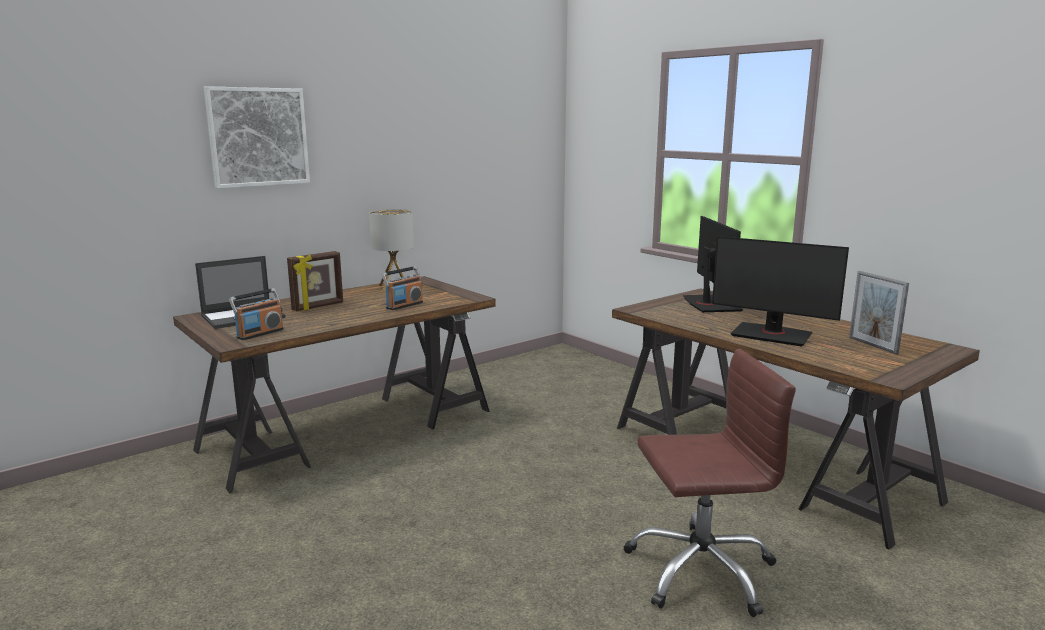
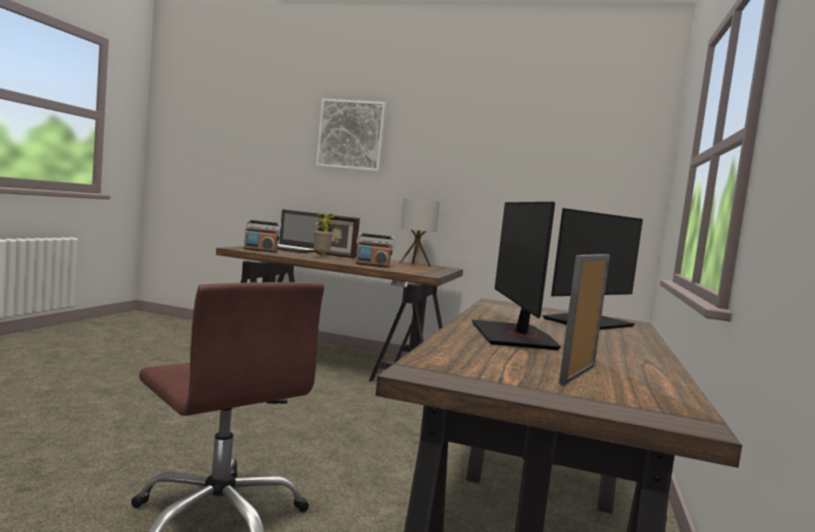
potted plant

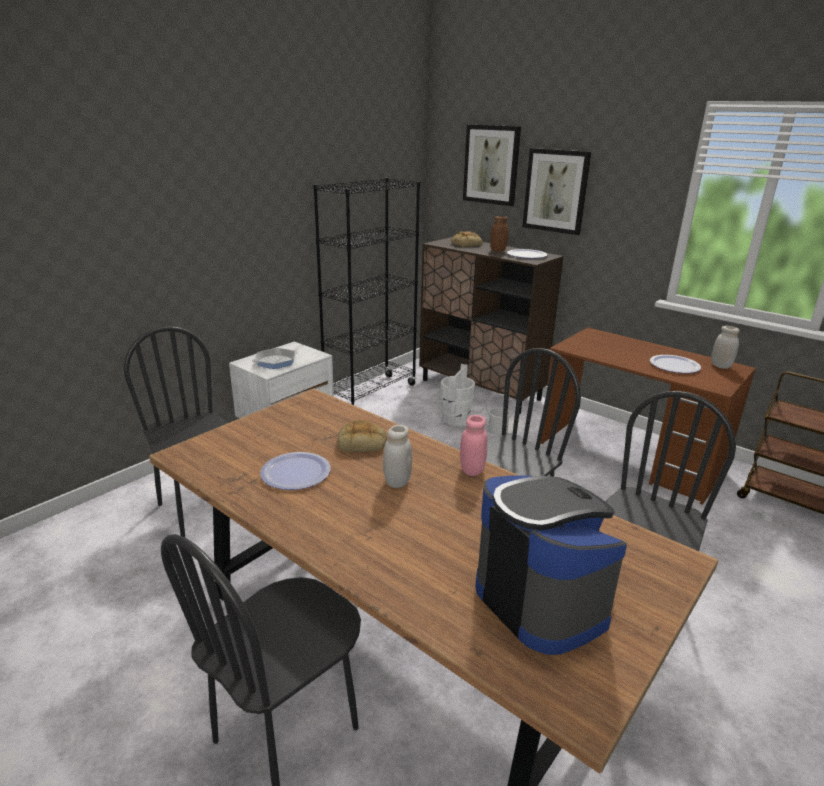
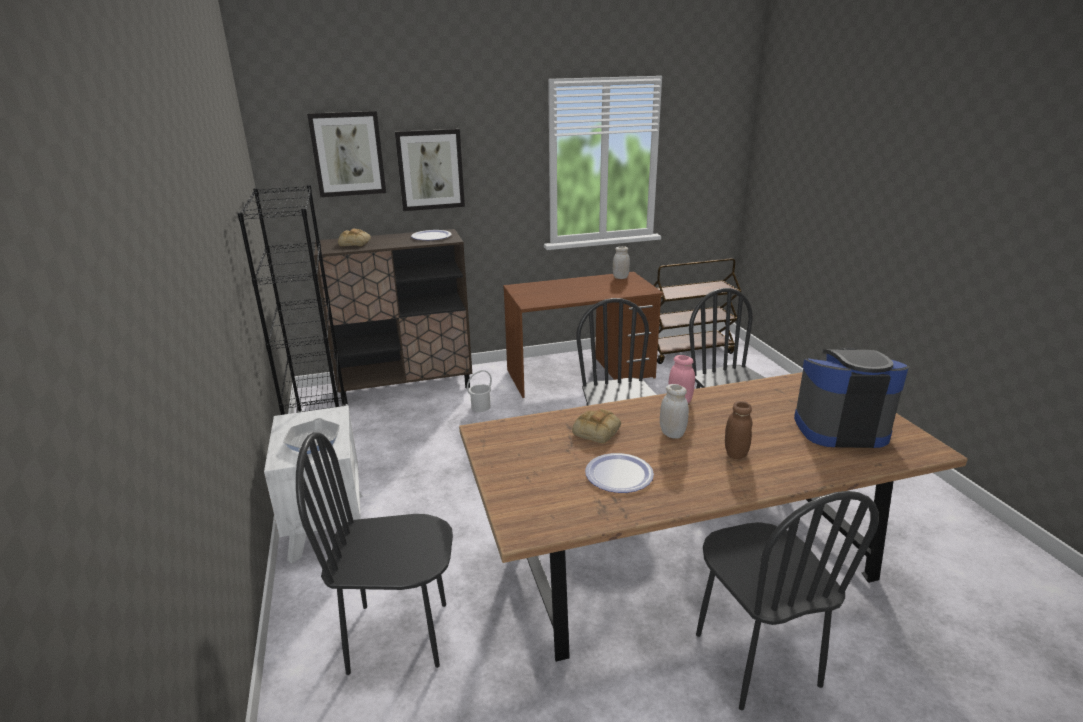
white water bucket (1st from left in the first image)
flat dish (3rd from left in the first image)
brown-coloured preserve jar

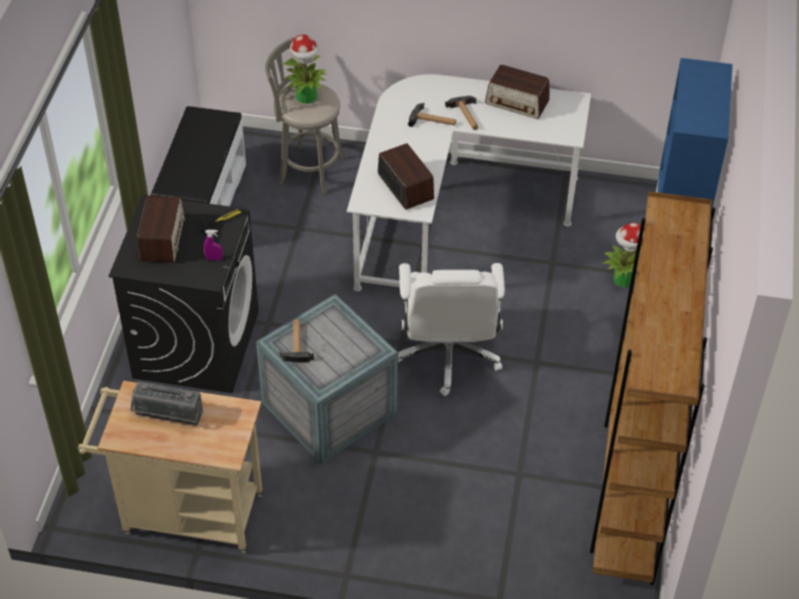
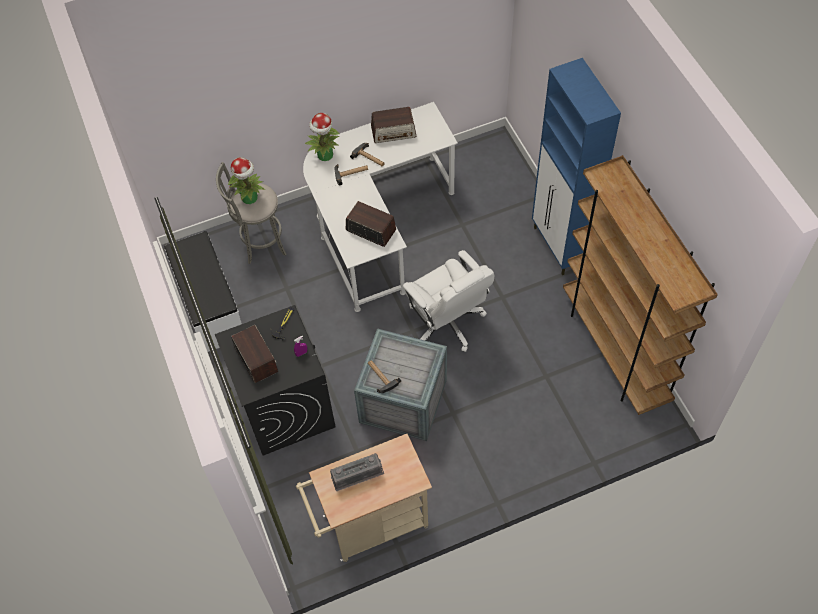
potted plant (2nd from left)

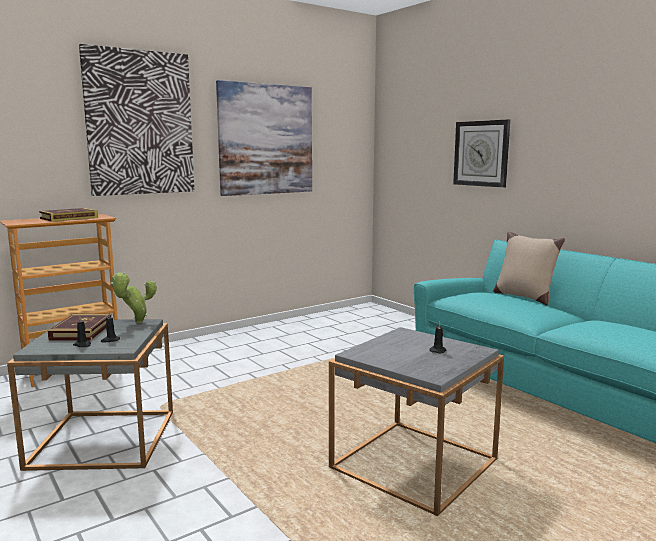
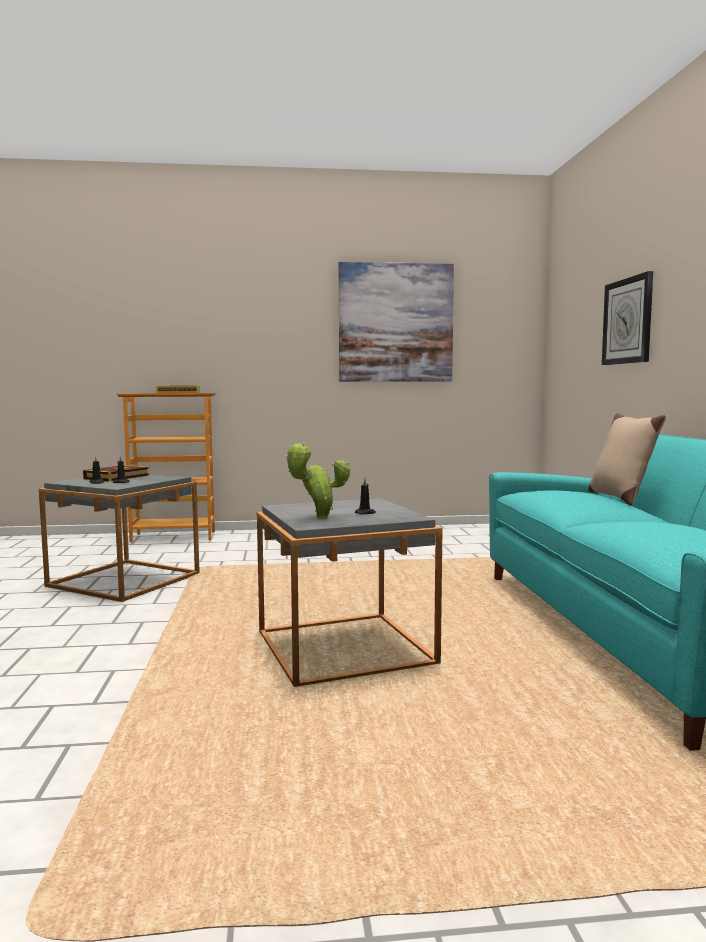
picture (1st from left in the first image)
potted plant

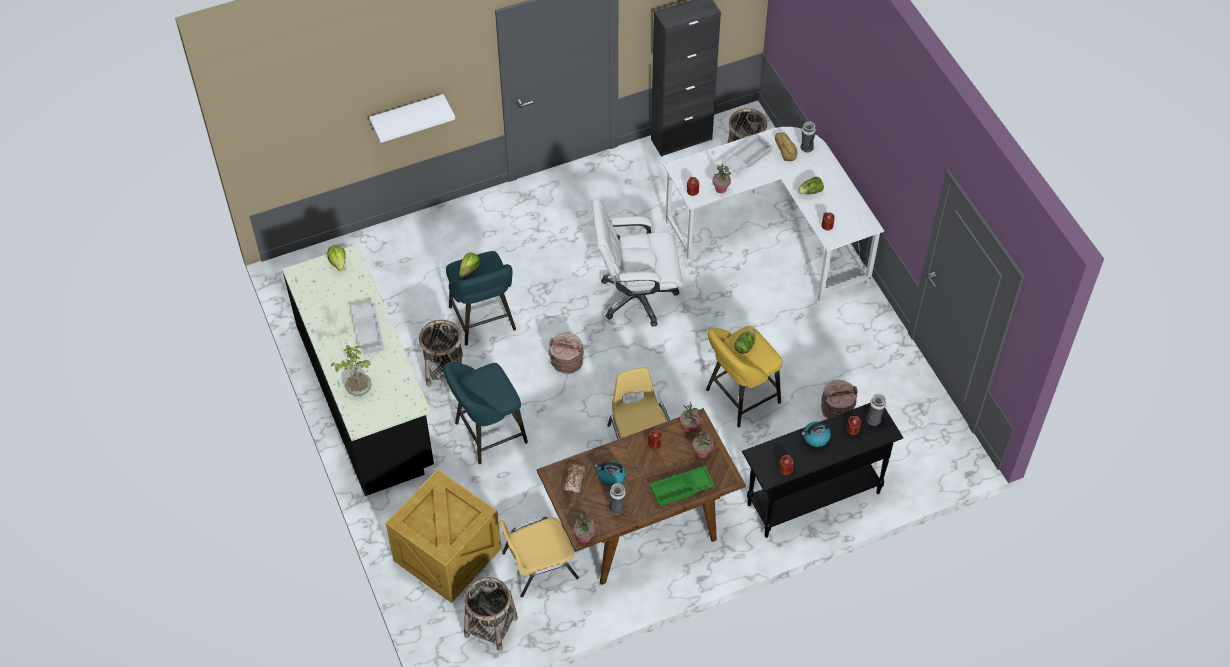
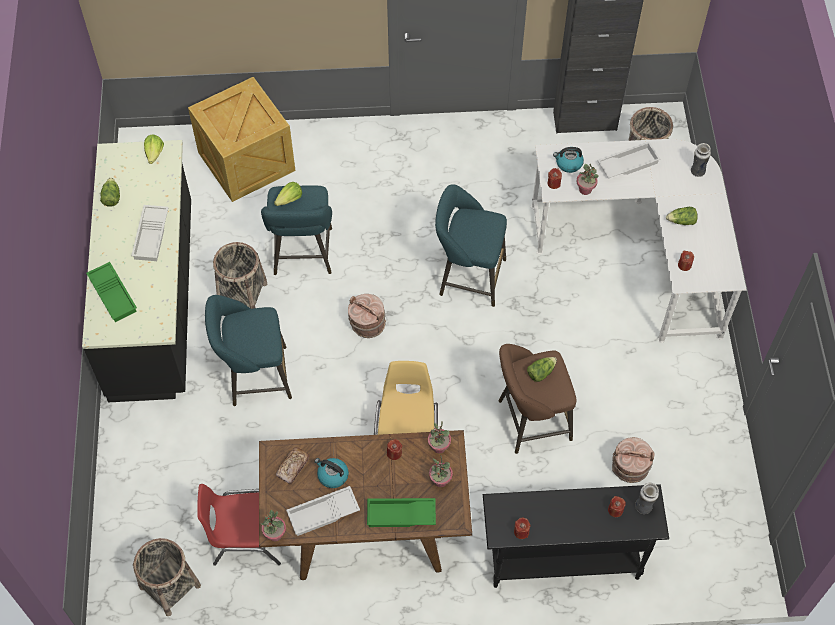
white shelf
bread (2nd from left in the first image)
lettuce (1st from left)
packing crate
kettle (2nd from left)
greenish carrying tray (1st from left)
turquoise-coloured stool seat (3rd from left)
white carrying tray (2nd from left)
red chair
brown-coloured stool seat

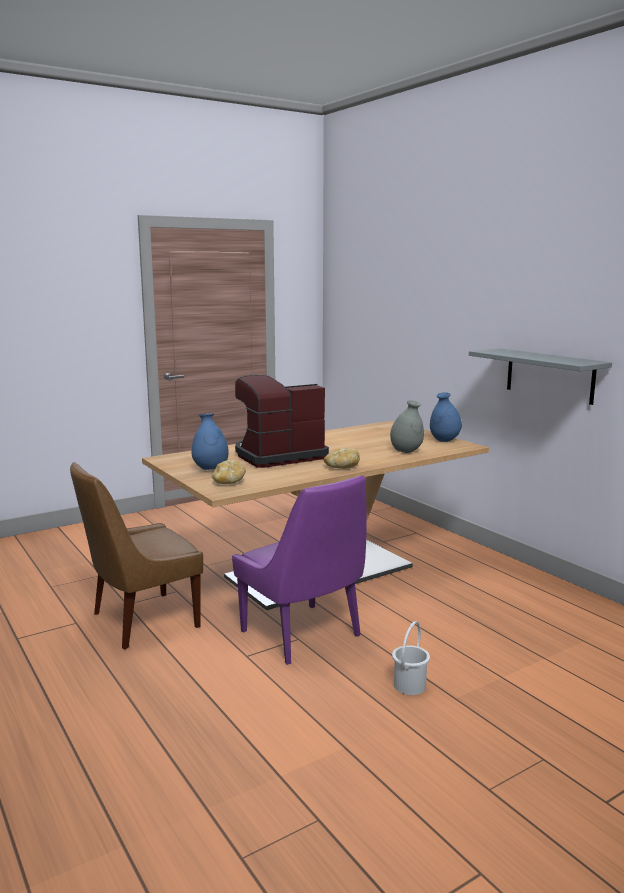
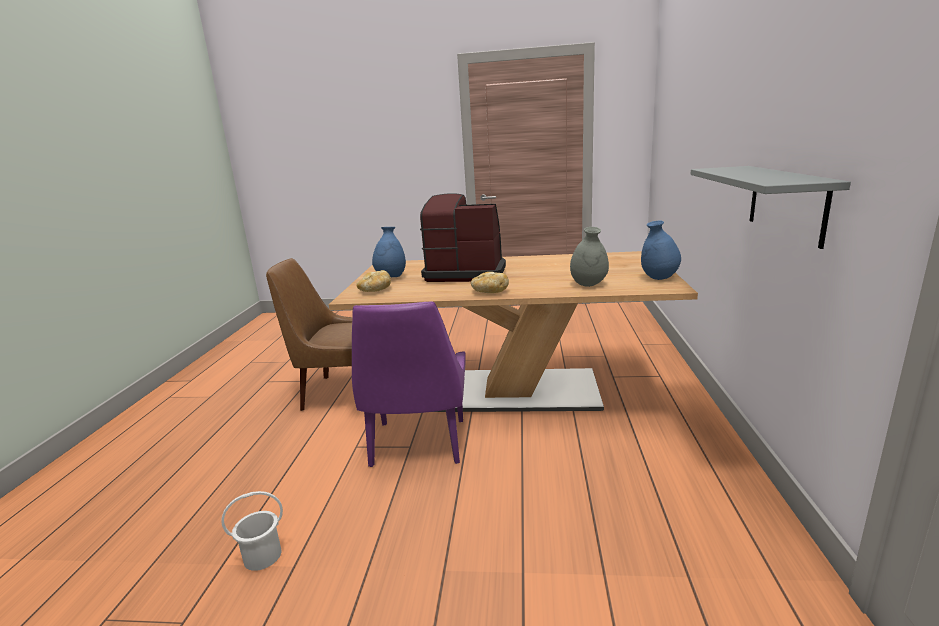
white water bucket

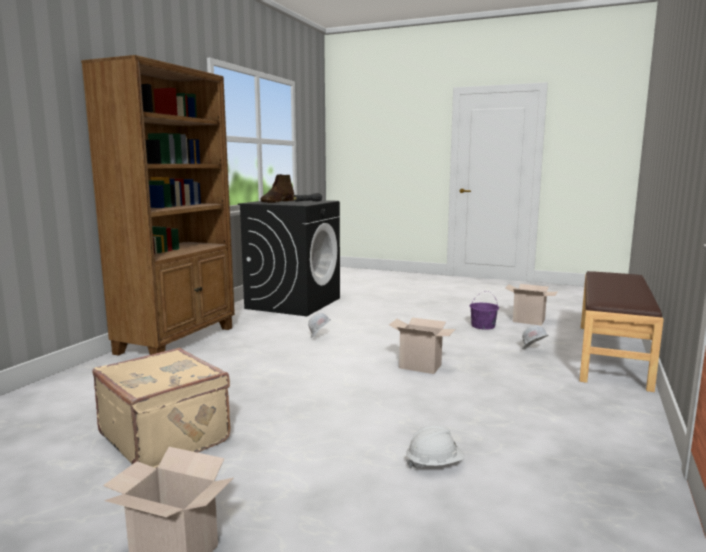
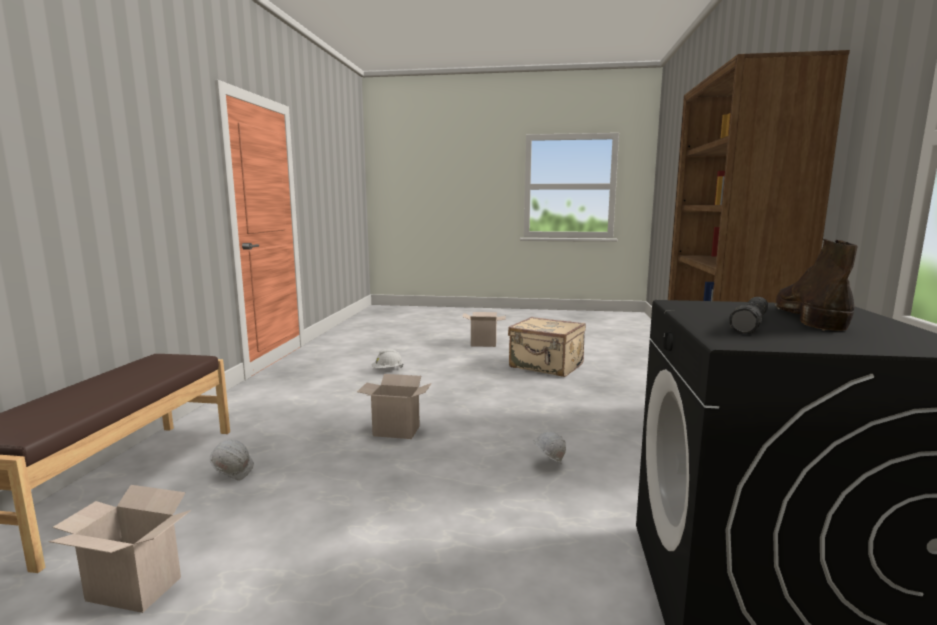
purple water bucket

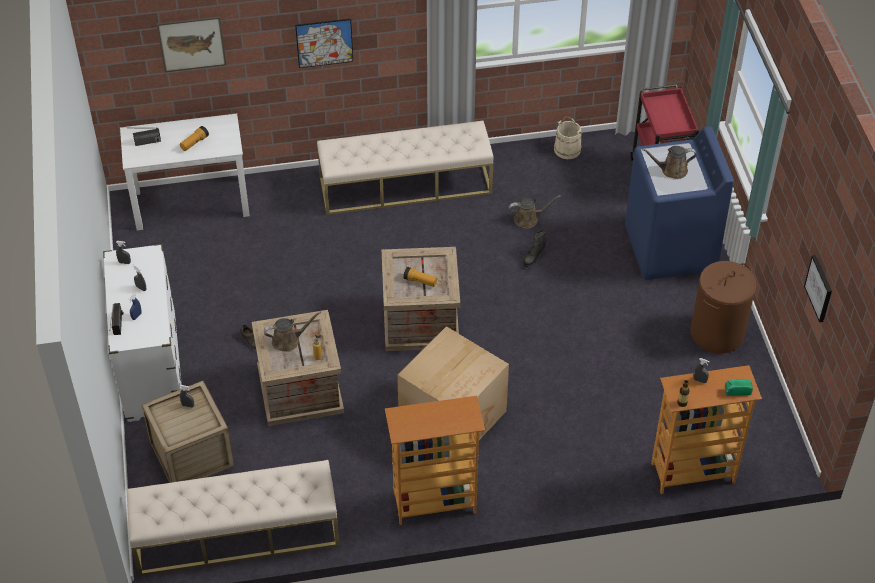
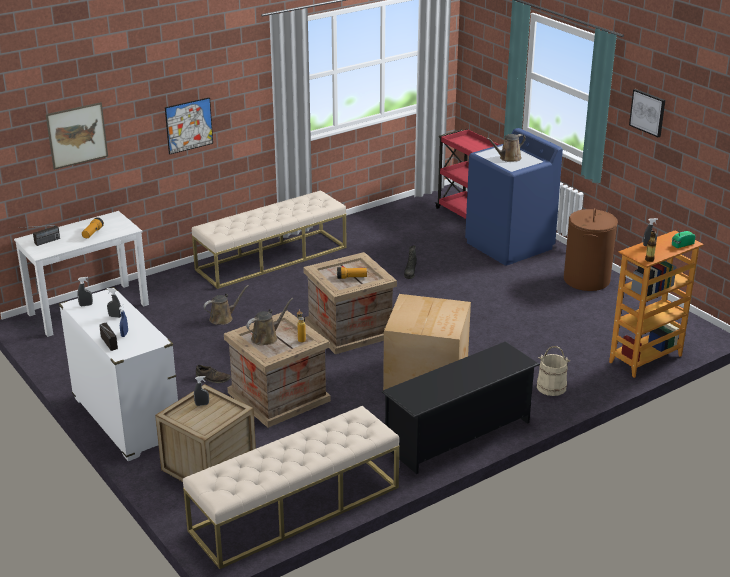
brown-coloured sprinkling can (1st from left)
beige water bucket
picture (3rd from left)
black shoe rack

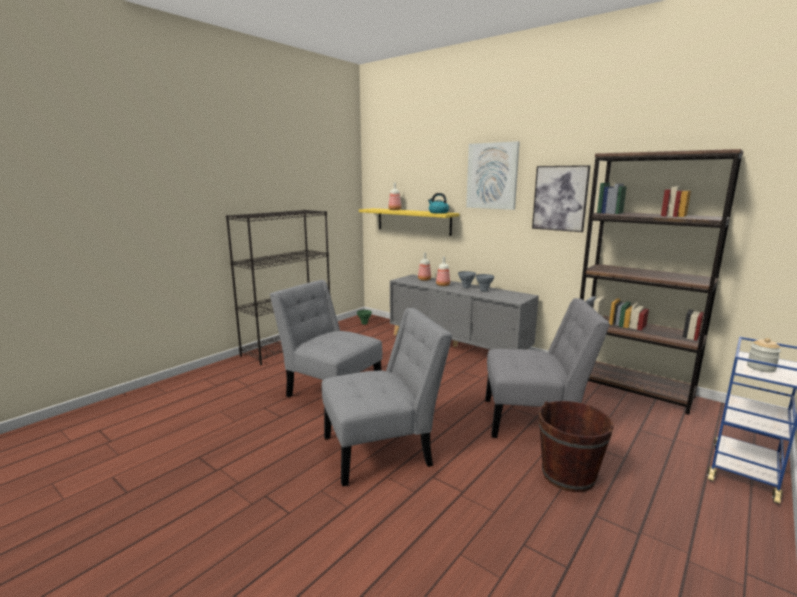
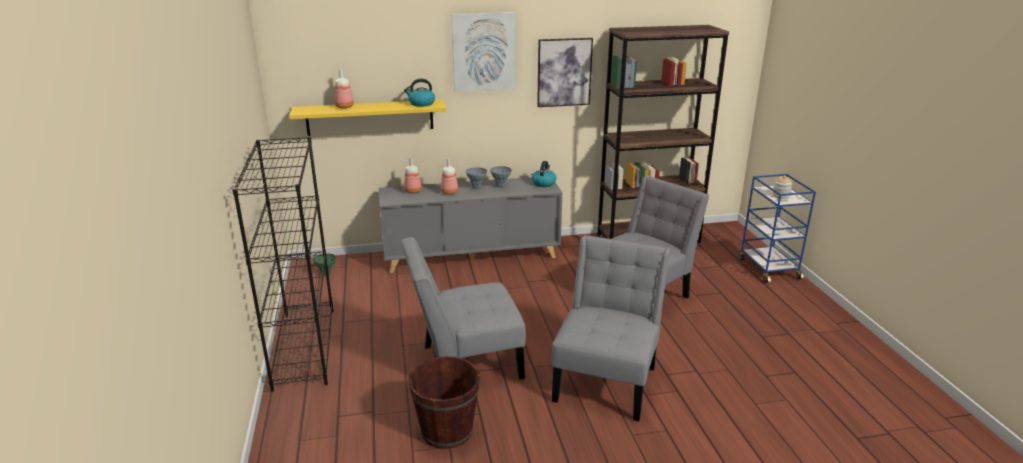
kettle (2nd from left)
brown-coloured water bucket

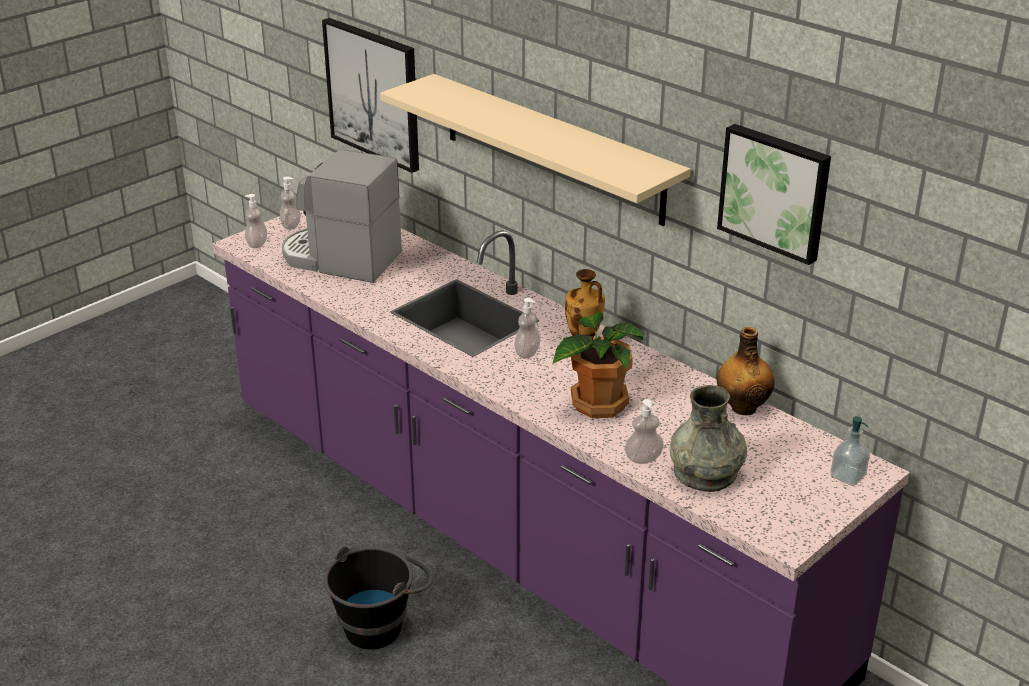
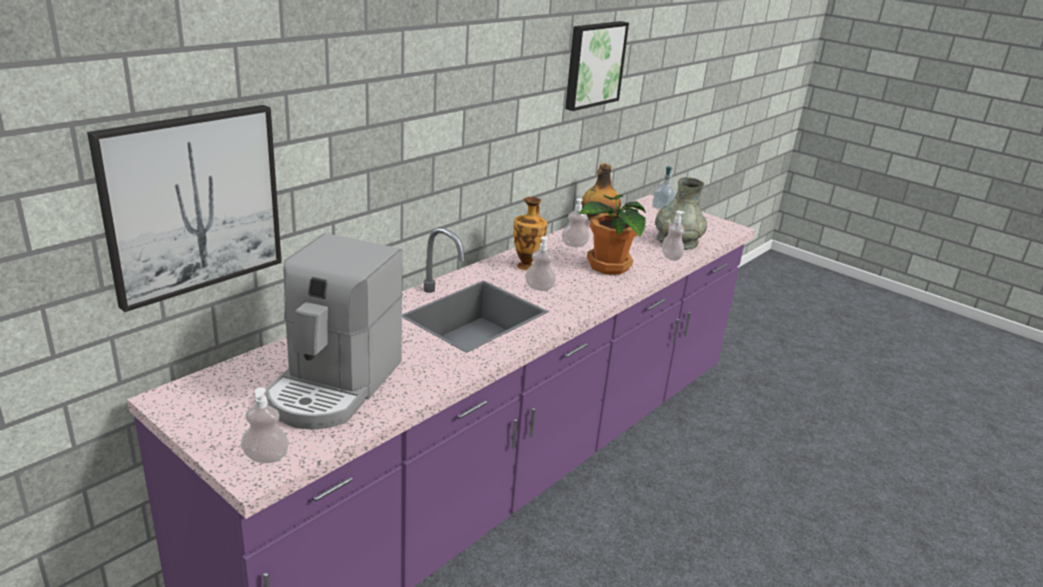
black water bucket
beige shelf
liquid soap bottle (3rd from left)

